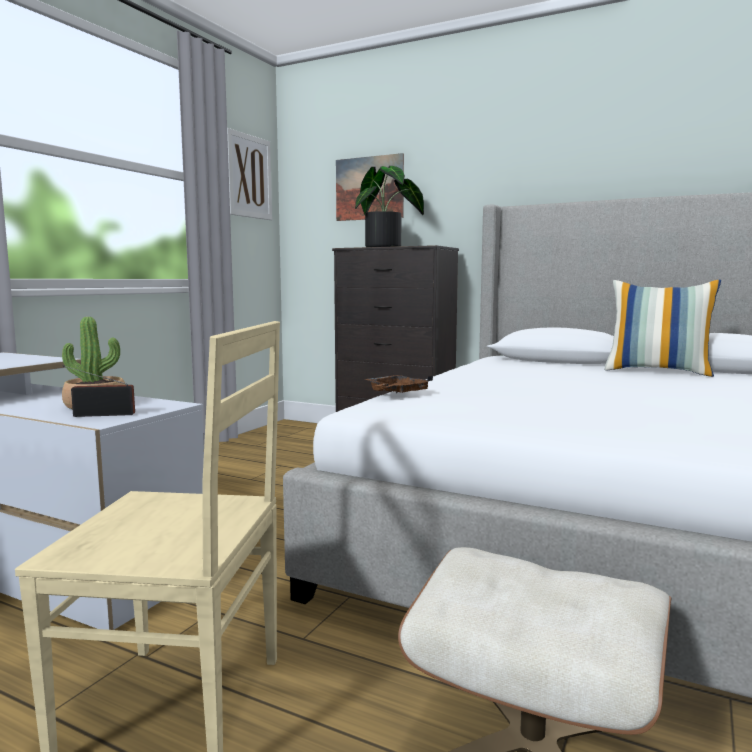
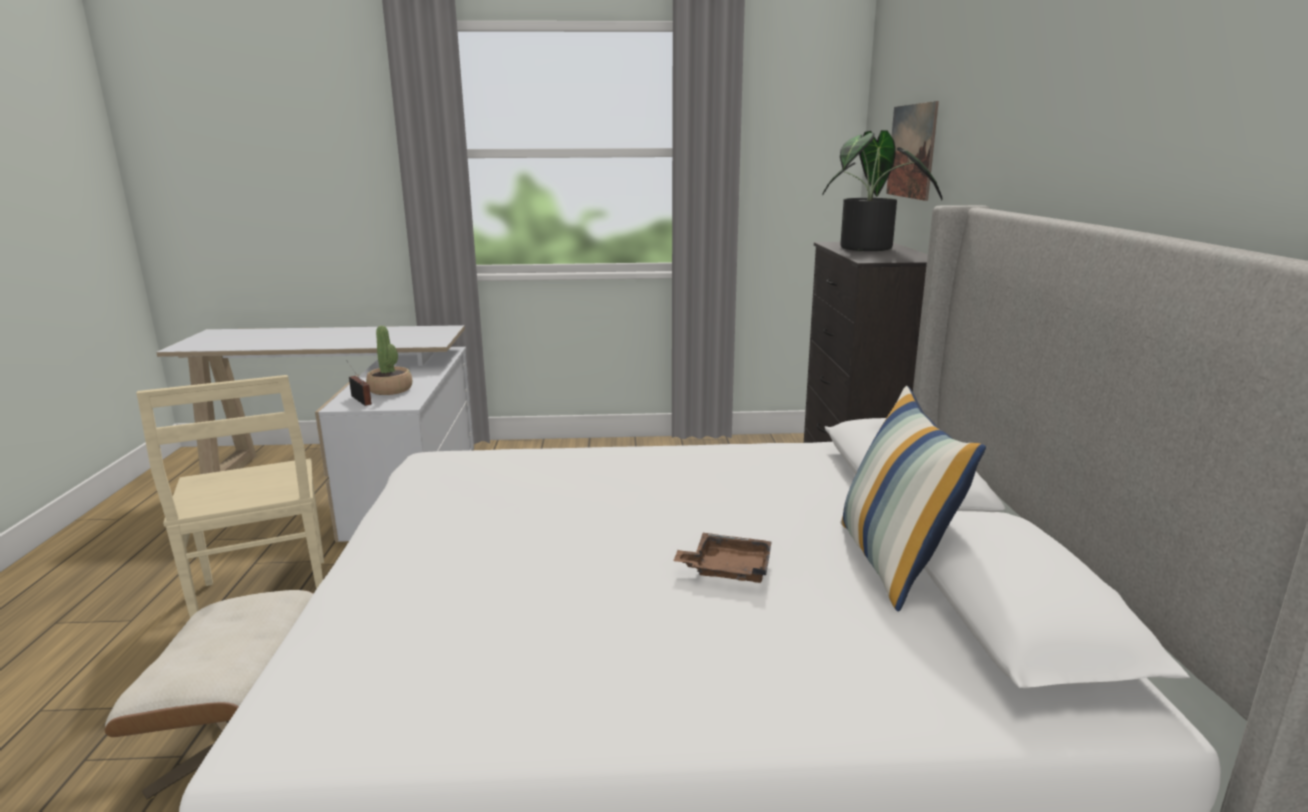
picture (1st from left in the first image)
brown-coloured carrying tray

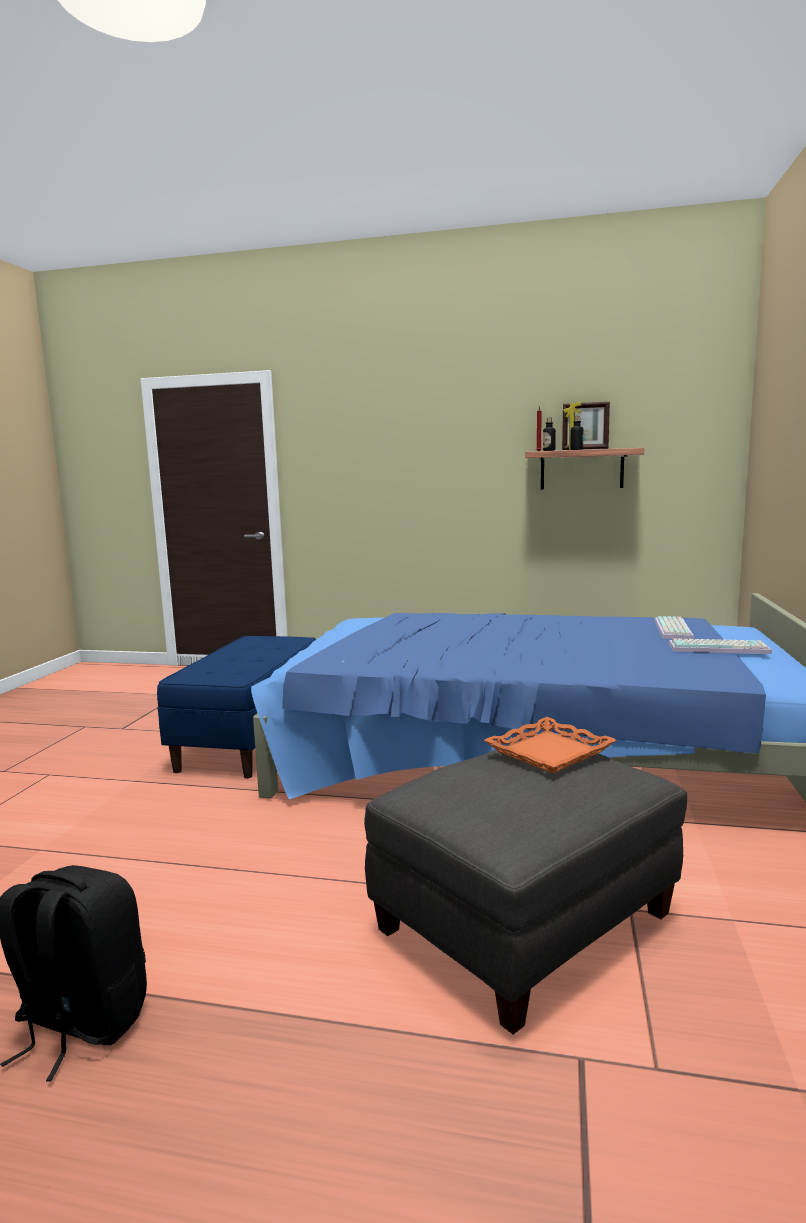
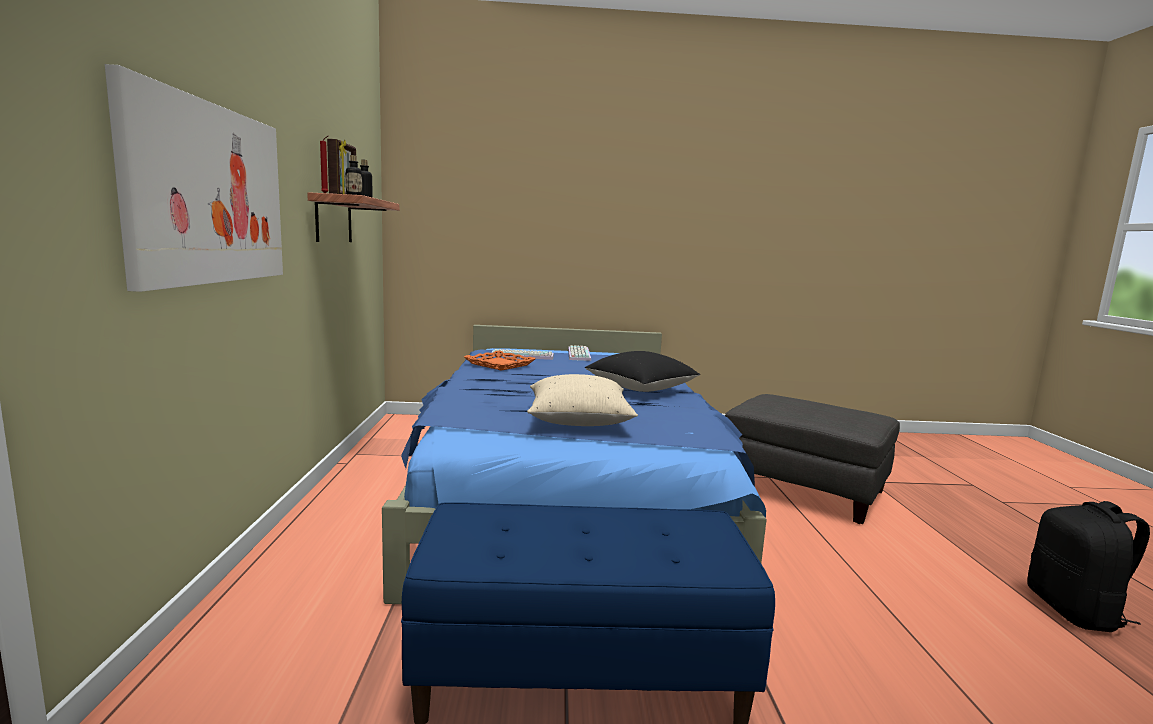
picture
beige throw pillow
black throw pillow
orangey carrying tray

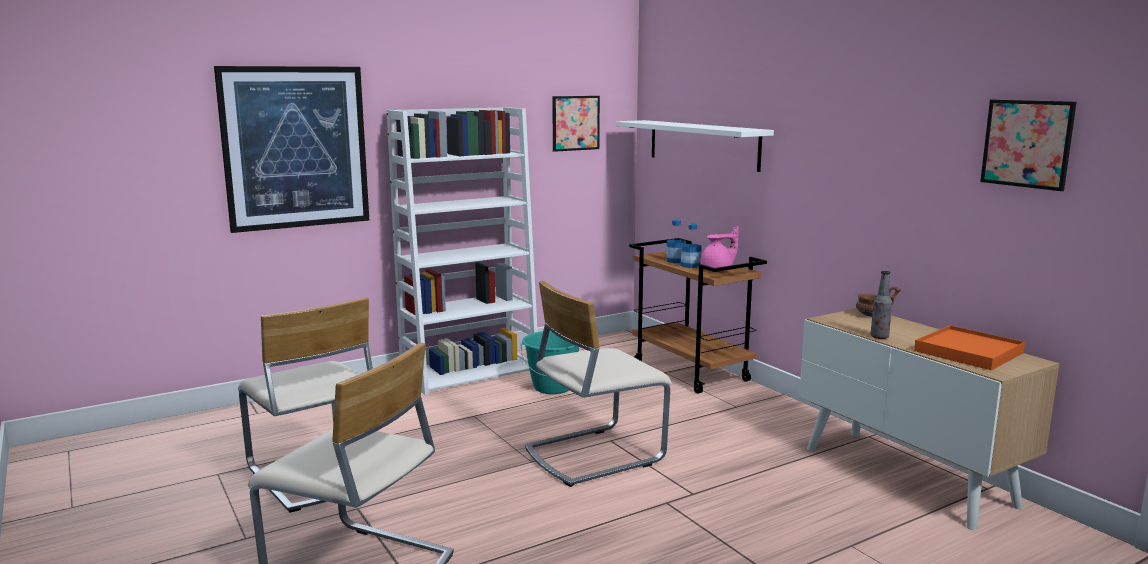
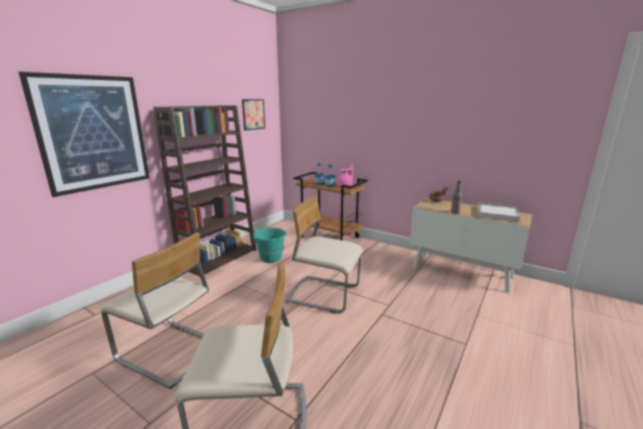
white shelf
picture (3rd from left in the first image)
brown-coloured shelving unit
white carrying tray
beige chair (3rd from left)

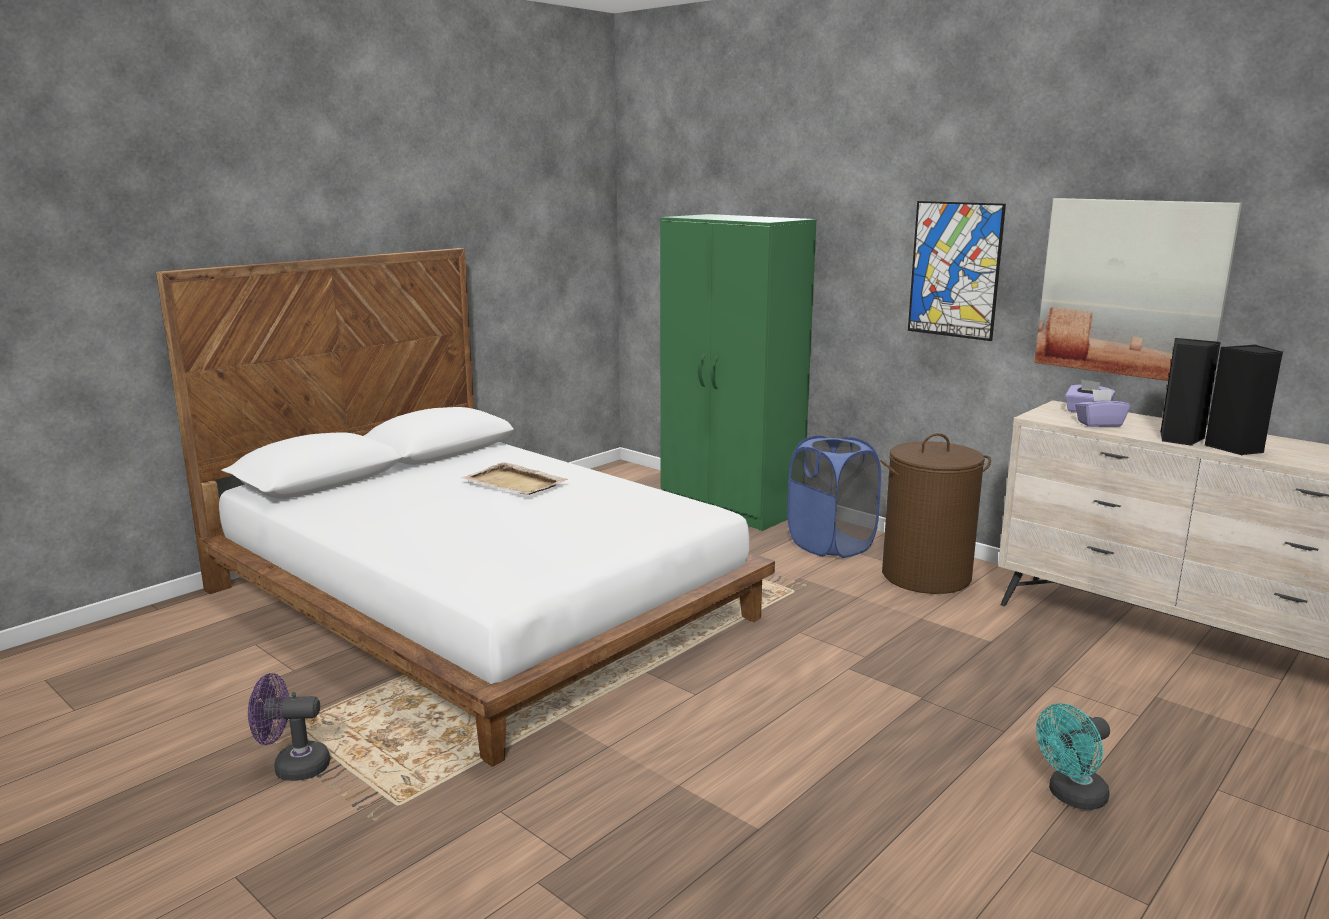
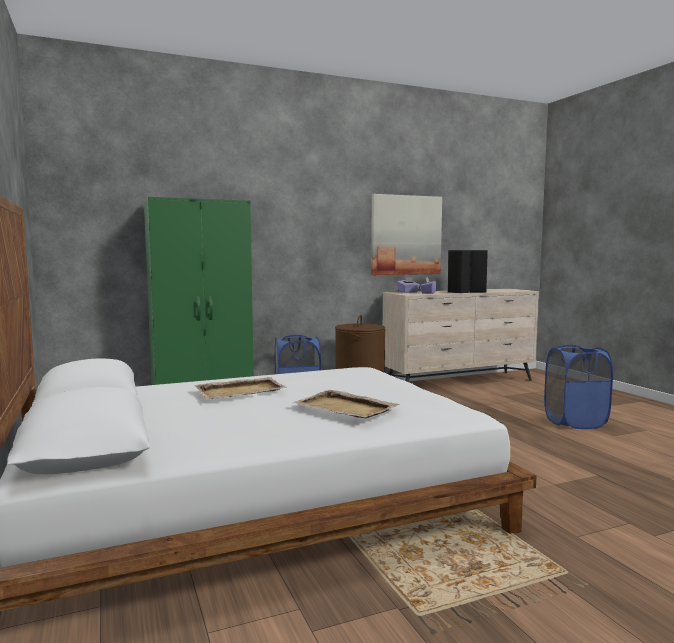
purple electric fan
picture (1st from left in the first image)
beige carrying tray (2nd from left)
blue-coloured washing basket (2nd from left)

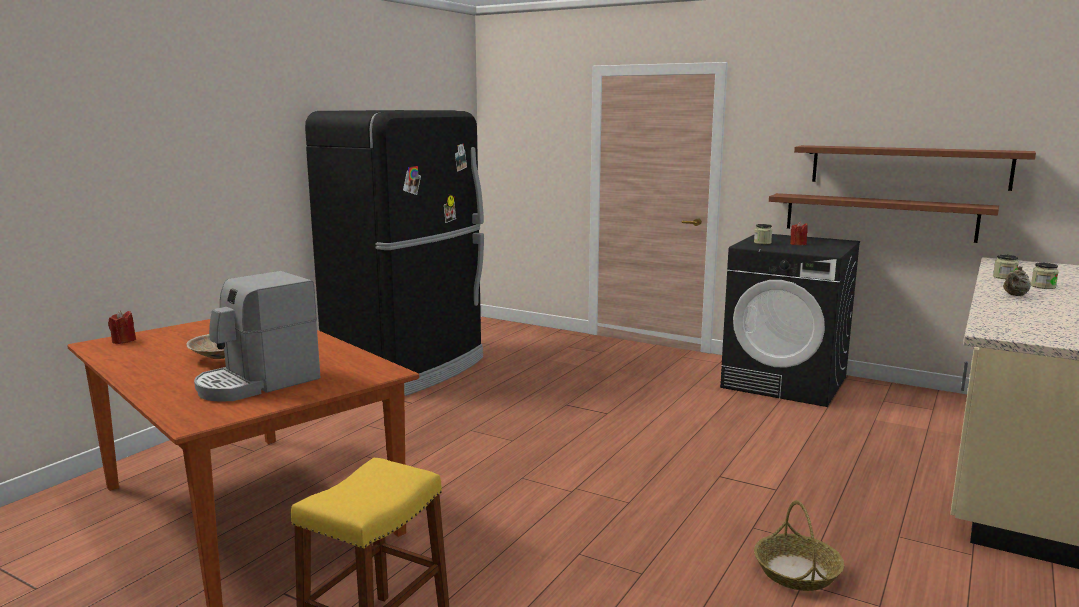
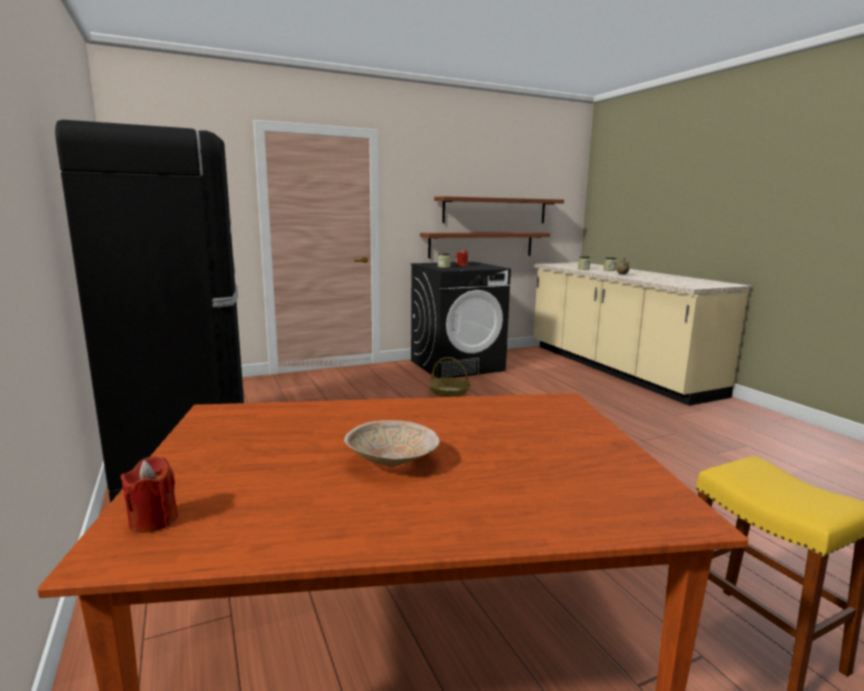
coffee brewer
basket

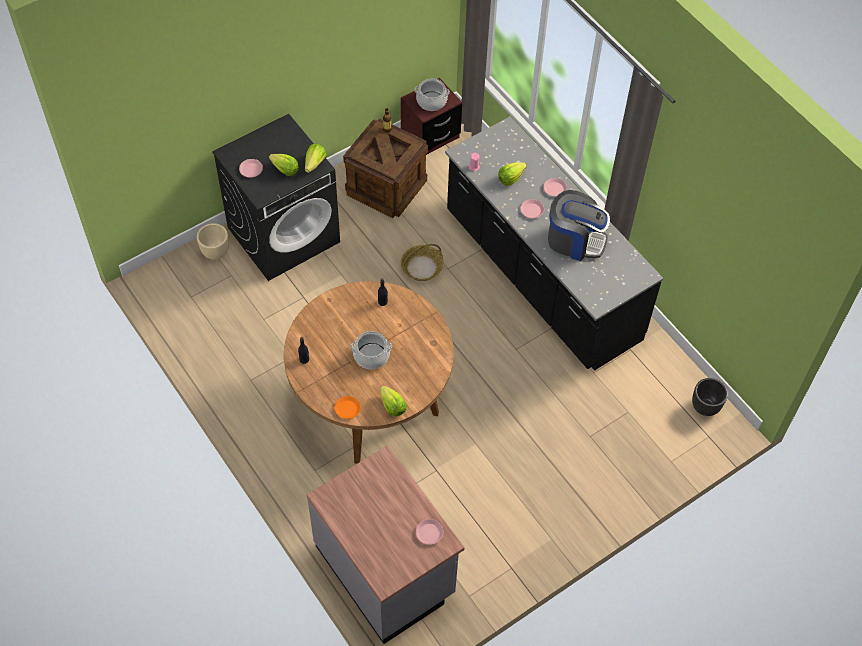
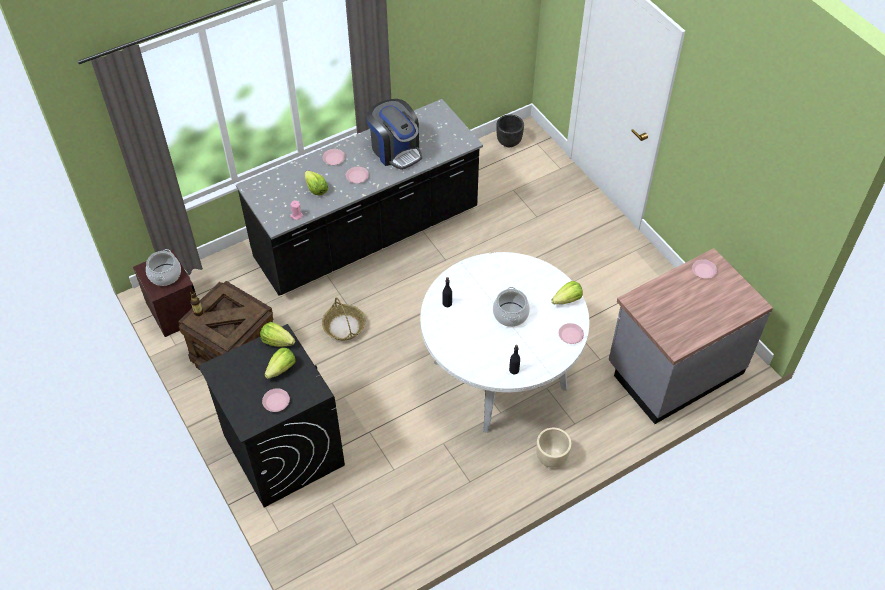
beige flower pot
white dining table
pink flat dish (4th from left)
coffee brewer

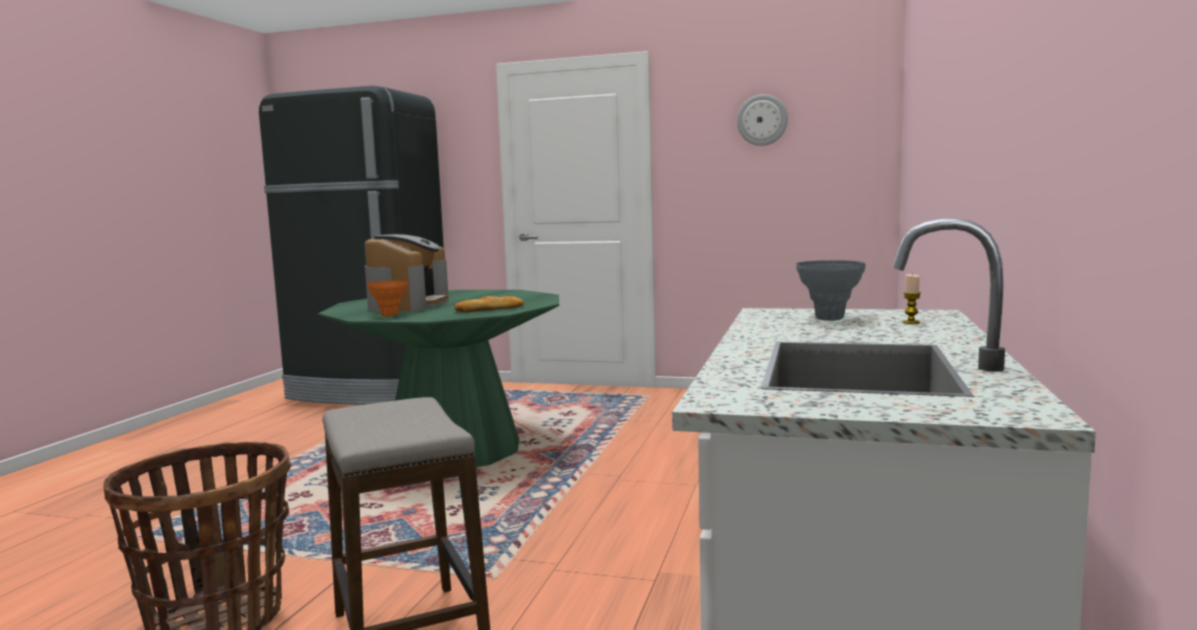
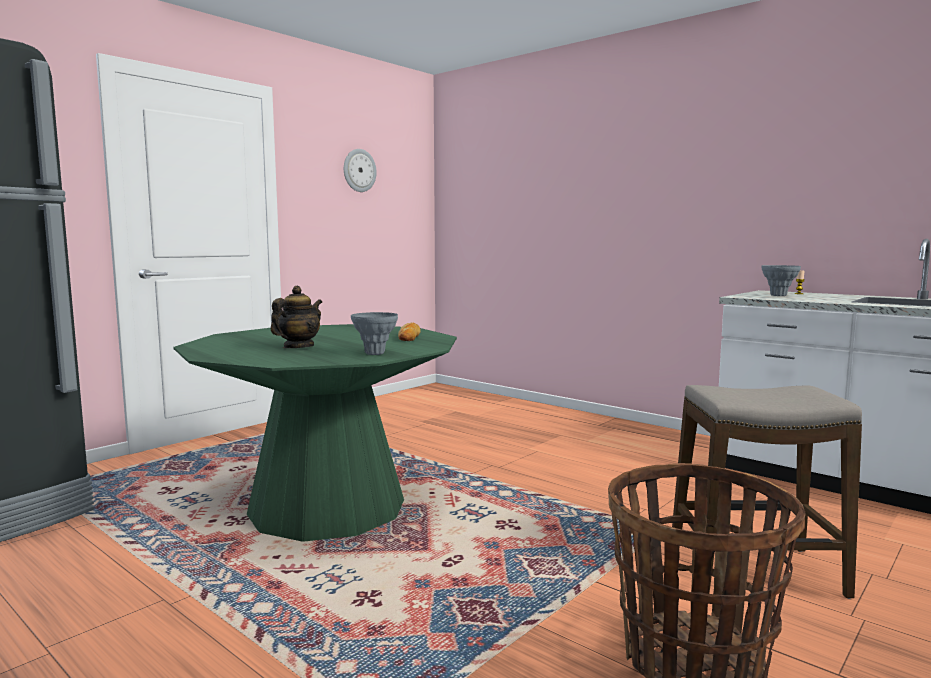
tea pot
gray vase (1st from left)

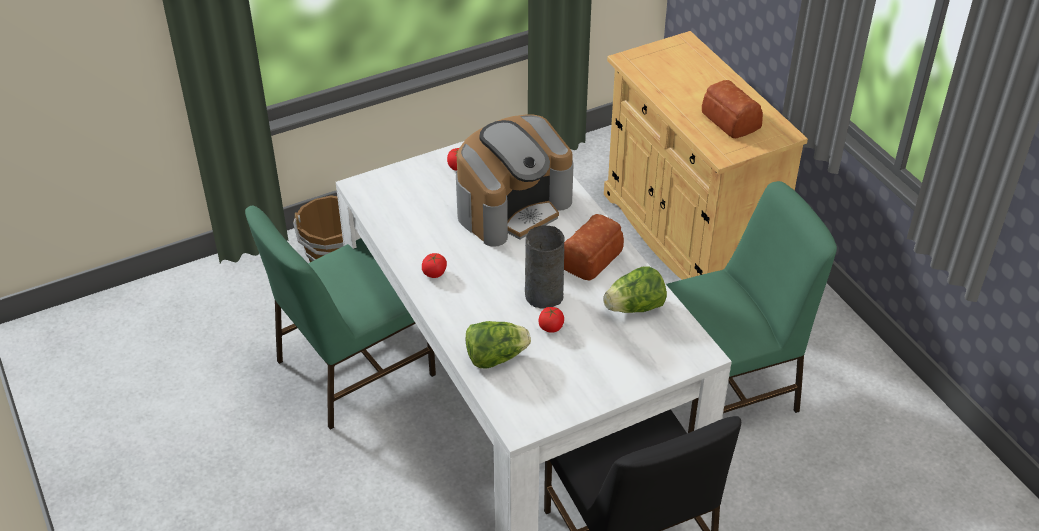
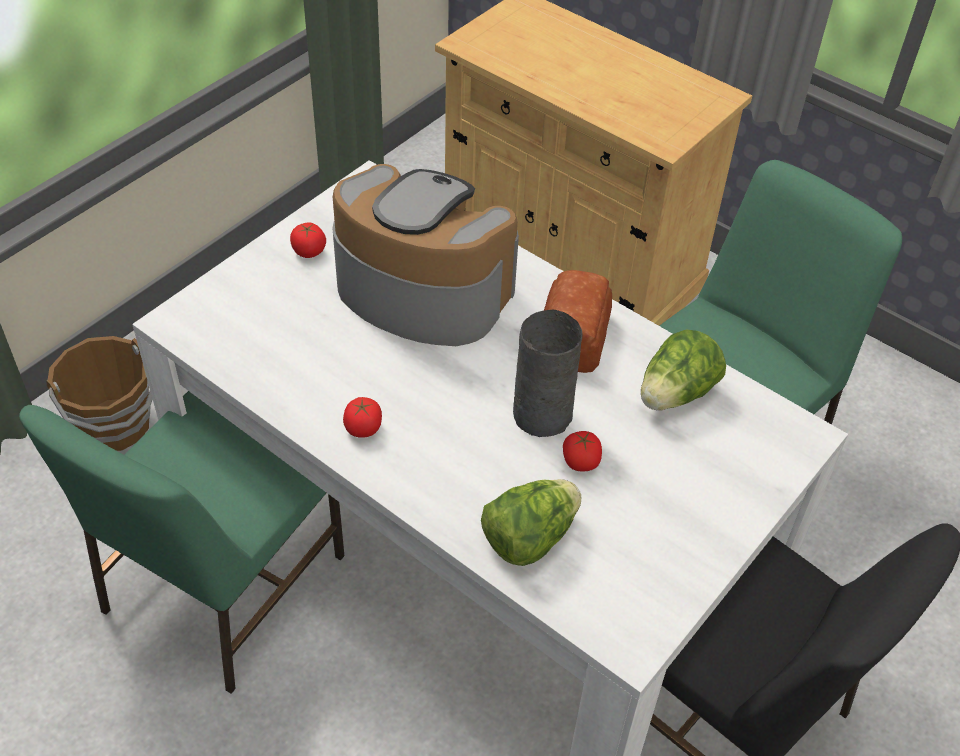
bread (2nd from left in the first image)
coffee brewer

